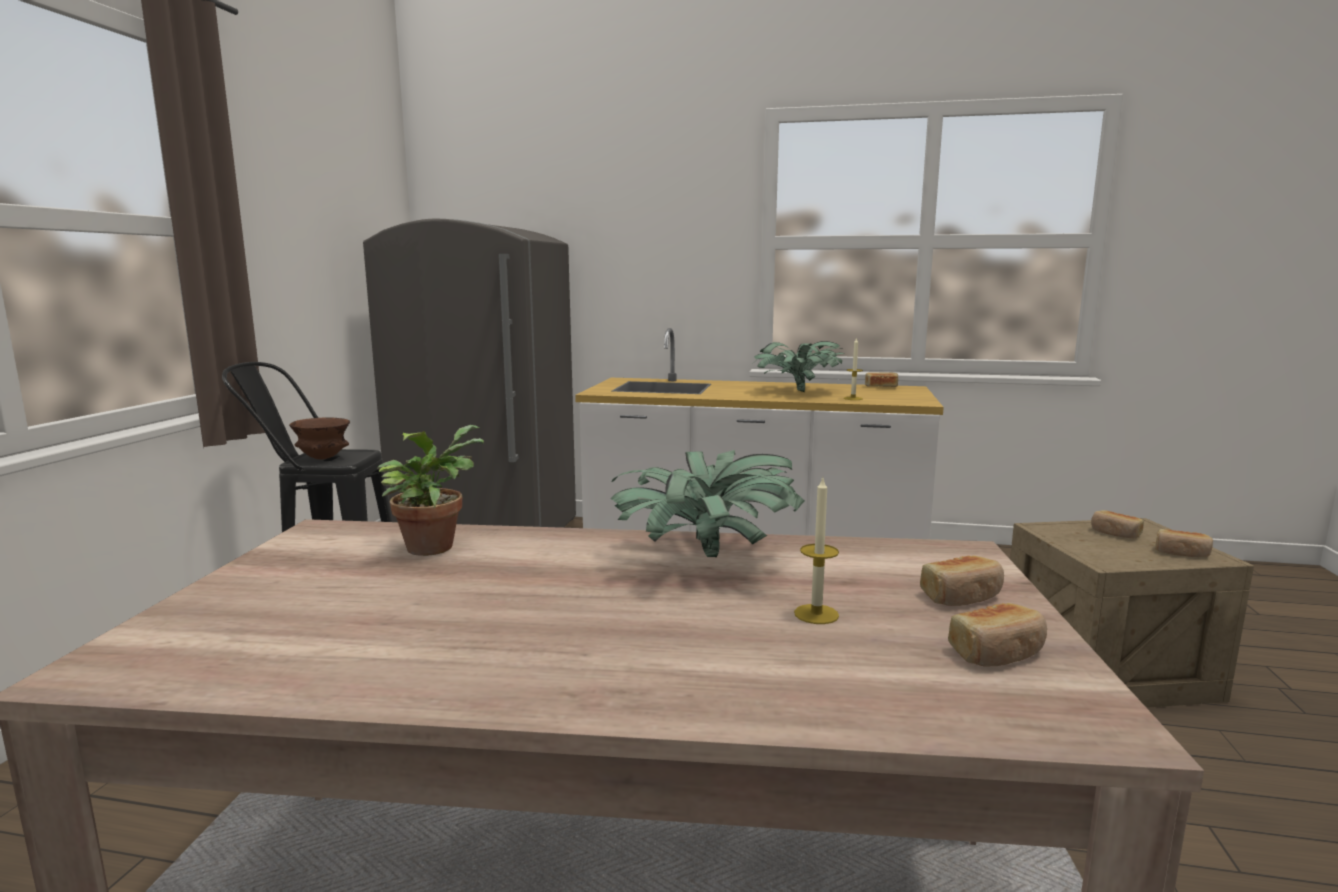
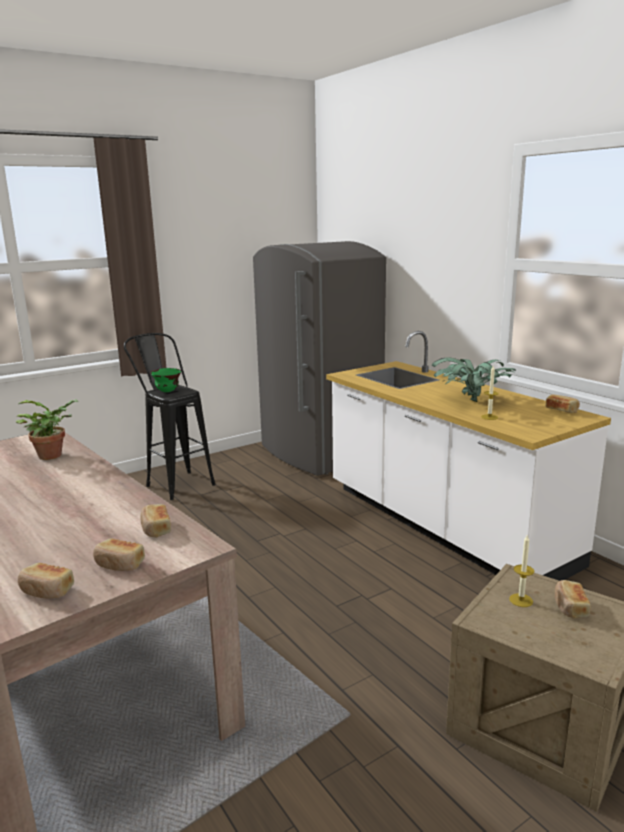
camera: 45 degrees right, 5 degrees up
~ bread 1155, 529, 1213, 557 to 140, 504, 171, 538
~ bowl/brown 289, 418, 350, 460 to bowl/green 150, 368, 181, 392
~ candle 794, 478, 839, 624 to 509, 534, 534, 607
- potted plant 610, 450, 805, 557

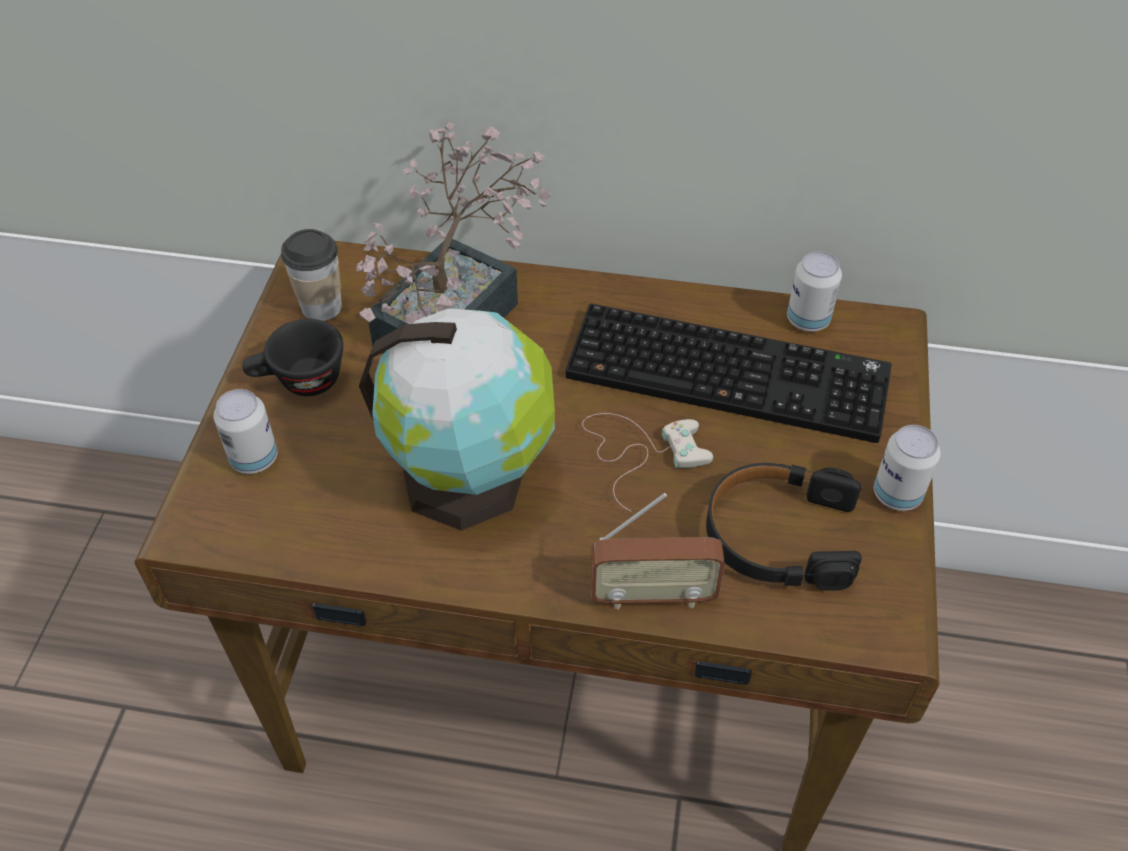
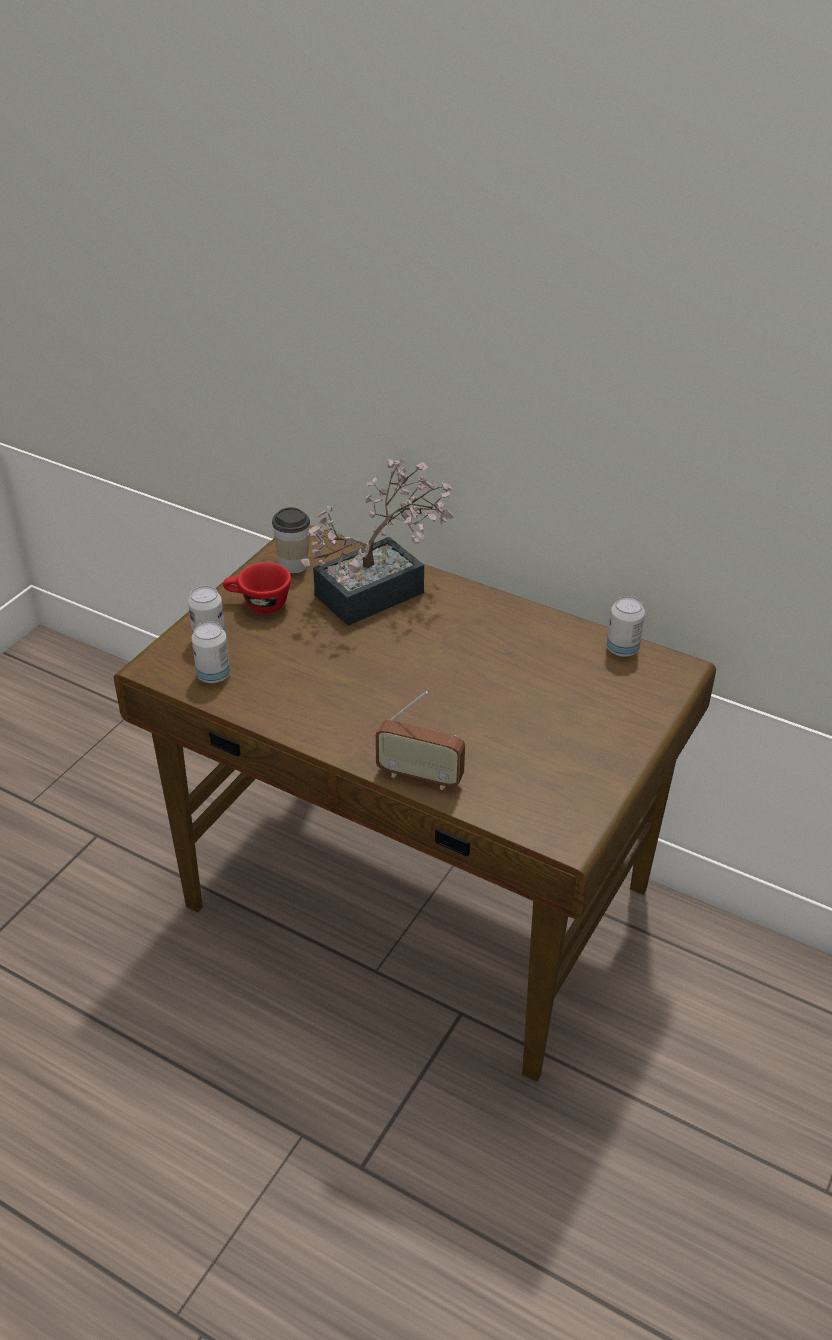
camera: 20 degrees right, 10 degrees down
~ can 874, 425, 941, 511 to 192, 621, 230, 683
~ cup/black 243, 319, 343, 396 to cup/red 223, 562, 291, 613
- globe 359, 308, 555, 531
- keyboard 566, 304, 892, 443
- game controller/white 582, 413, 713, 511
- headphones/black 706, 463, 862, 591

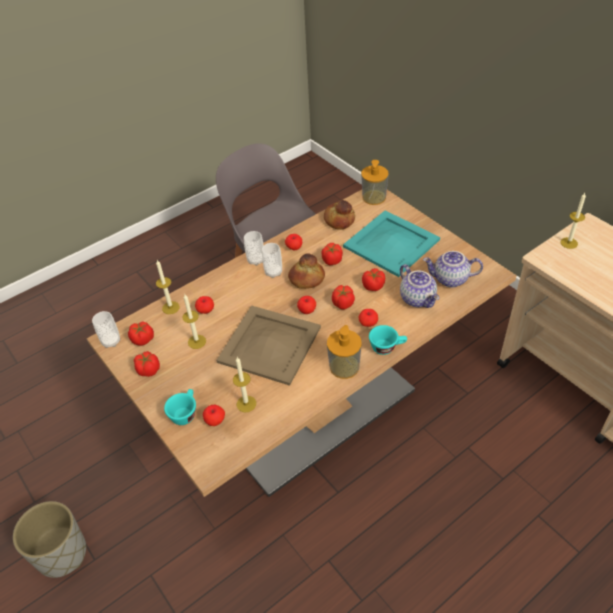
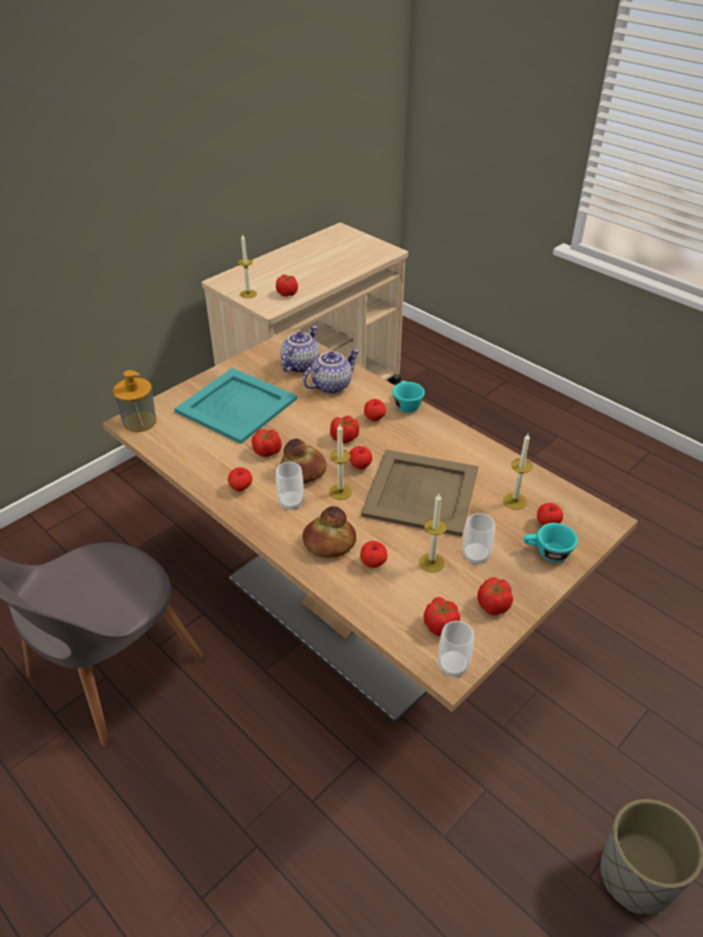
camera: 100 degrees left, 5 degrees down
~ tomato 362, 268, 385, 291 to 276, 275, 298, 297
~ teapot 423, 251, 483, 287 = 280, 326, 320, 373 150 degrees counterclockwise
~ bread 324, 200, 355, 230 to 302, 506, 356, 558
~ candle 156, 260, 180, 314 to 329, 424, 352, 500
~ cup 244, 231, 264, 266 to 463, 513, 495, 565
- soap dispenser 327, 325, 362, 379

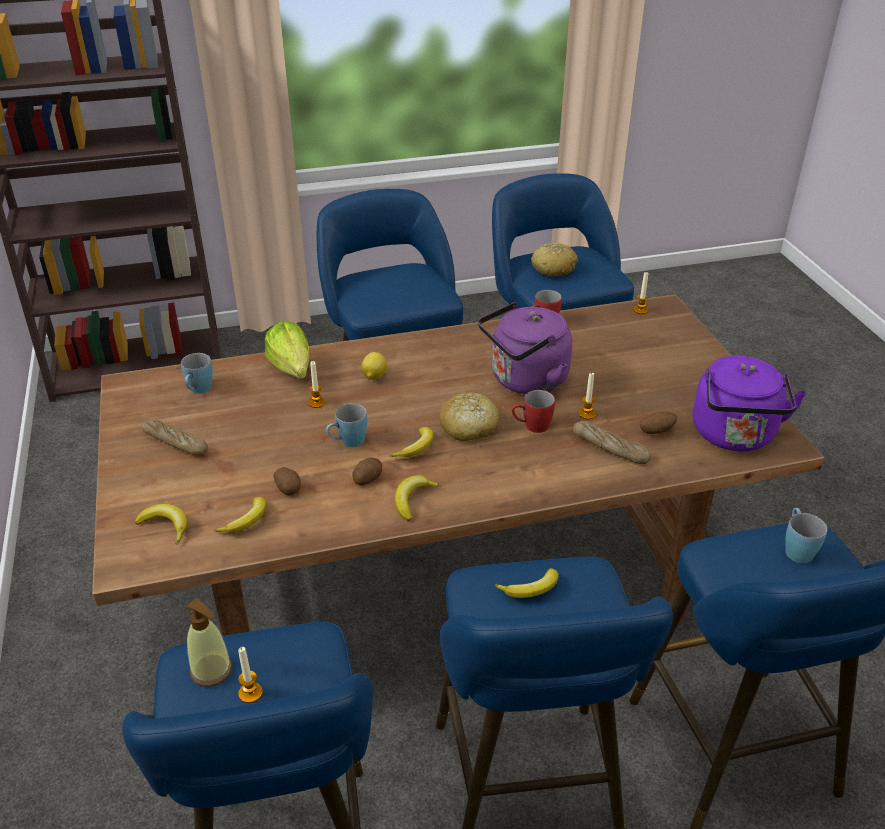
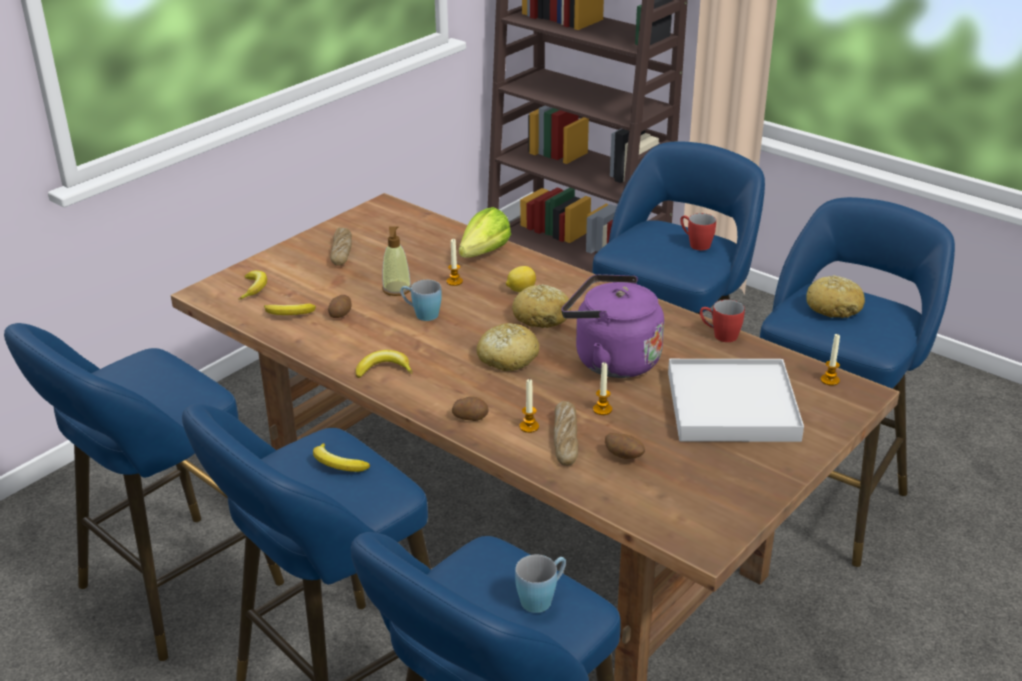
camera: 55 degrees right, 5 degrees down
~ soap dispenser 185, 598, 232, 687 to 382, 226, 411, 296
~ potato 352, 457, 382, 485 to 452, 396, 489, 421
+ bread 512, 284, 571, 328
~ candle 238, 647, 263, 703 to 519, 379, 539, 433
+ tray/white 668, 359, 804, 442
~ mug/red 512, 390, 555, 433 to 680, 213, 716, 250
- mug/blue 181, 353, 213, 394
- banana 389, 427, 434, 457
- kettle/purple 693, 356, 806, 451

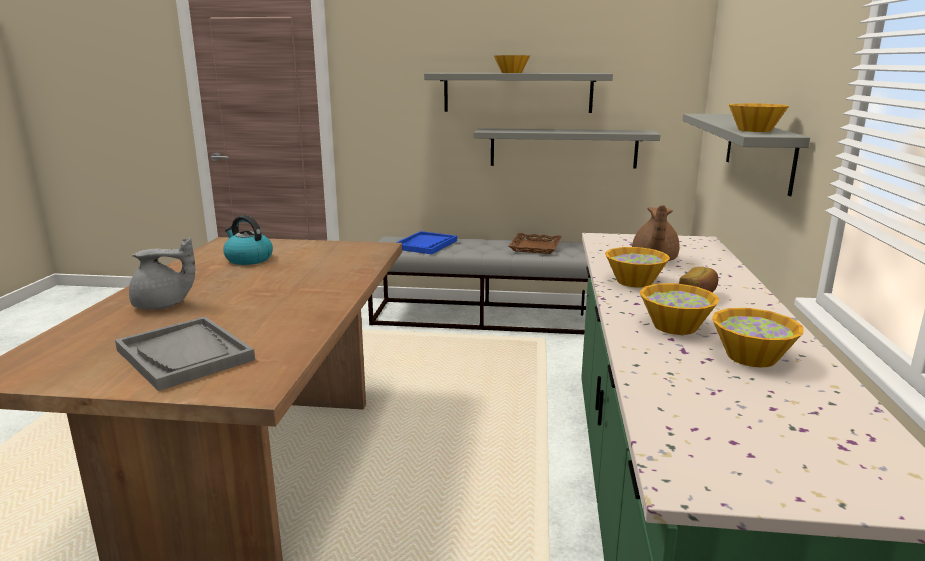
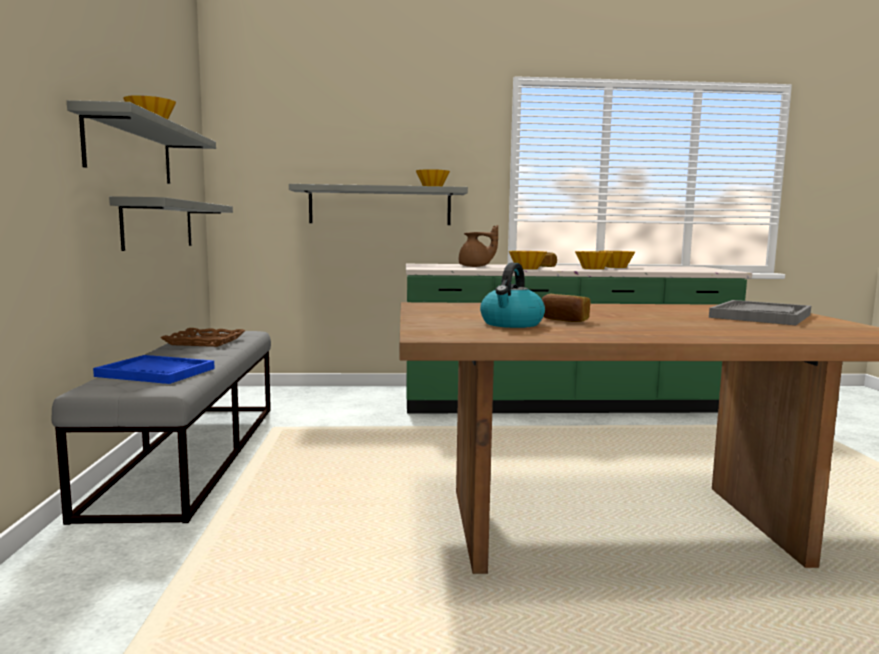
camera: 100 degrees left, 10 degrees down
+ bread 542, 294, 591, 322
- teapot/grey 129, 237, 195, 310

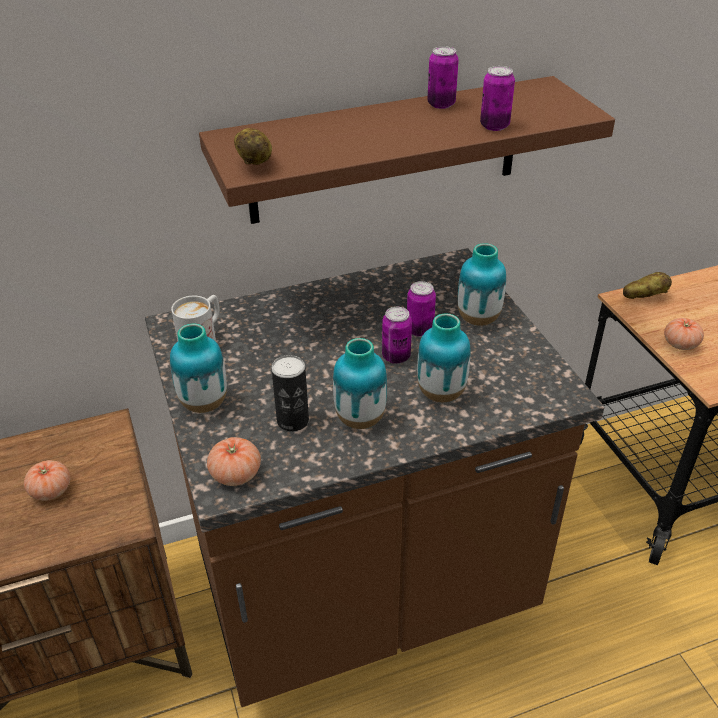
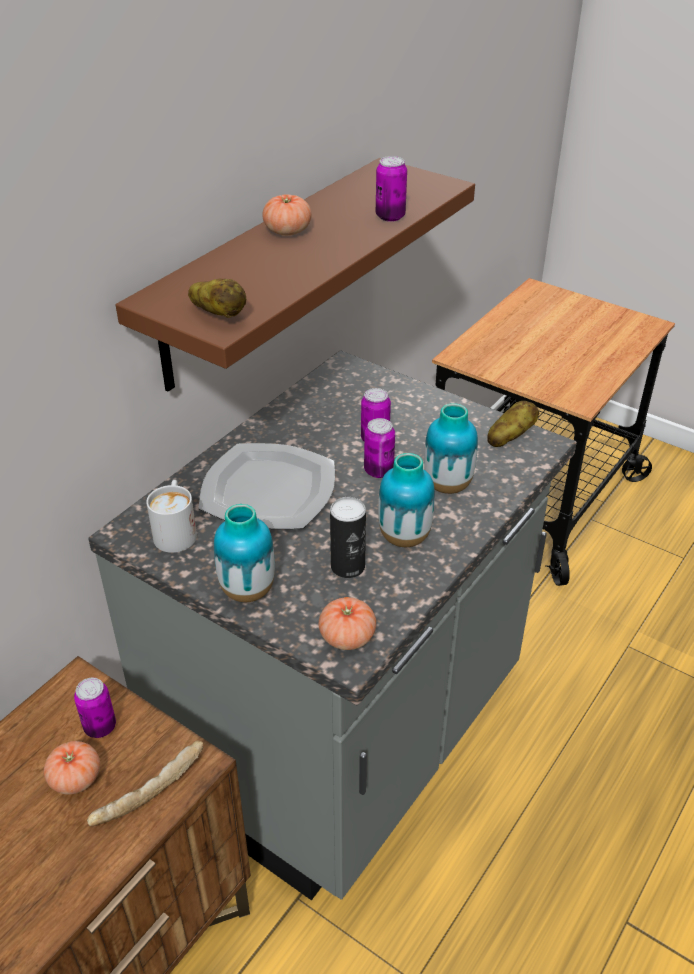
camera: 35 degrees left, 0 degrees up
~ can 427, 46, 459, 109 to 74, 678, 116, 738
+ bread 87, 740, 203, 826
~ counter/brown 145, 248, 605, 707 to counter/grey 88, 350, 577, 901
+ plate 199, 443, 335, 529
~ tomato 664, 318, 704, 350 to 262, 194, 312, 235
~ potato 623, 272, 672, 299 to 488, 401, 539, 447
- vase 458, 243, 506, 326

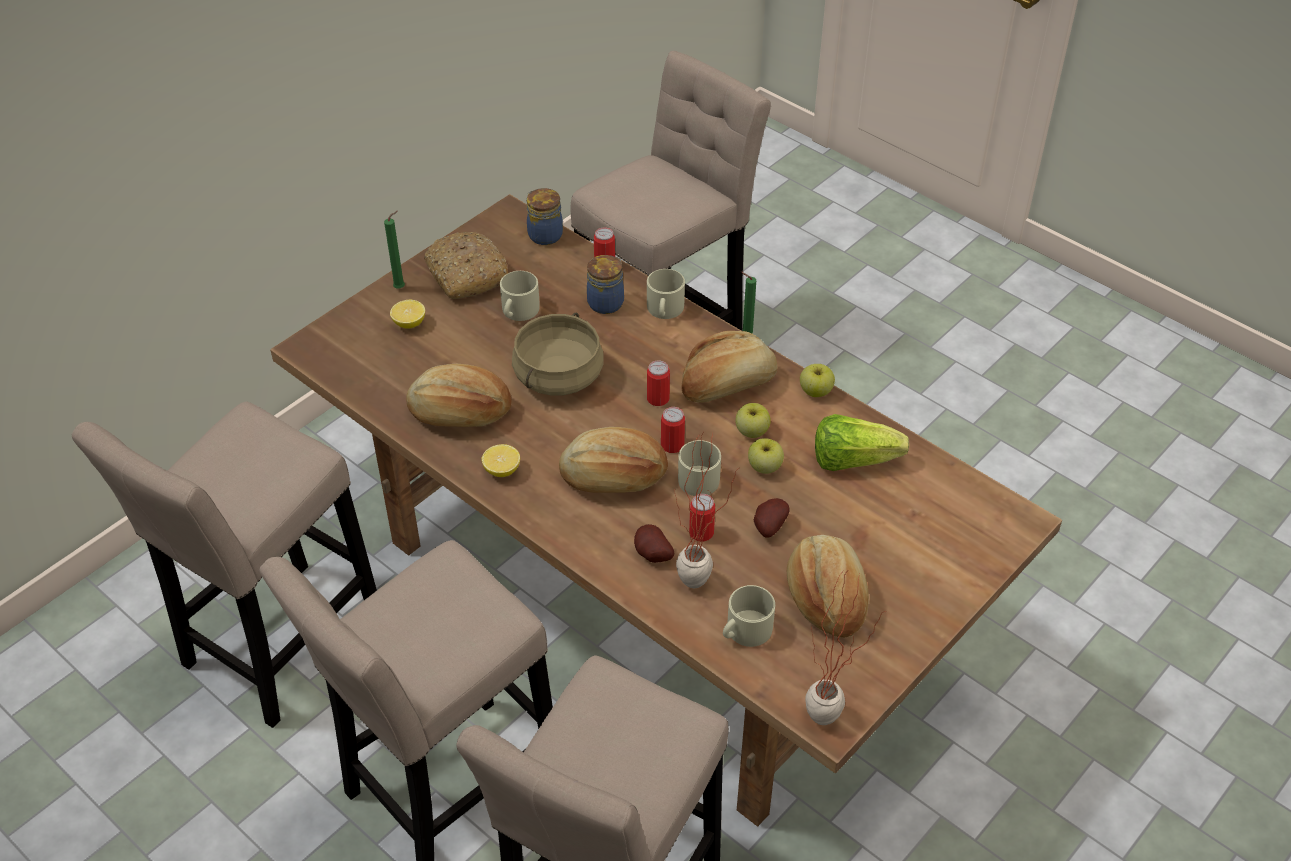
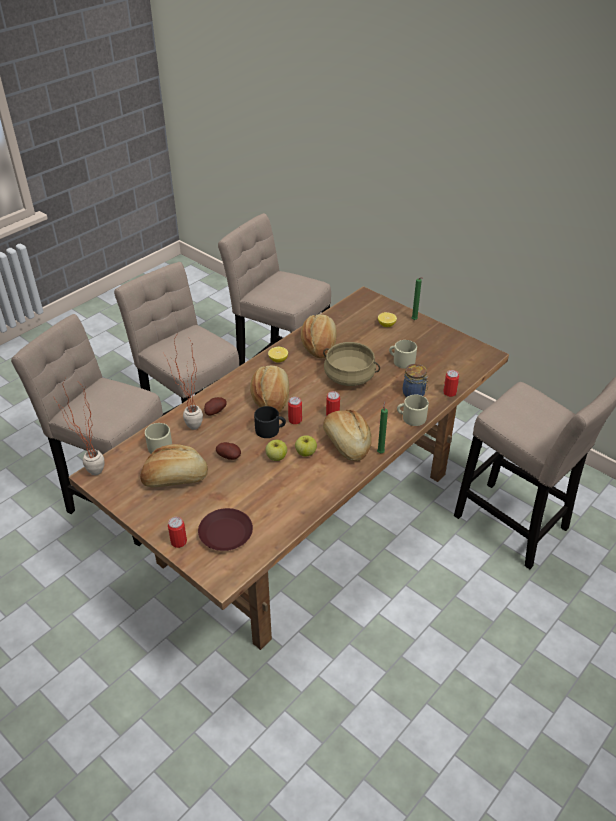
camera: 90 degrees right, 5 degrees down
~ can 689, 494, 715, 541 to 168, 517, 187, 548
+ plate/brown 198, 508, 253, 551
~ mug/beige 678, 440, 721, 496 to mug/black 254, 406, 286, 438
- bread 424, 232, 508, 299
- jar 527, 188, 563, 245
- apple 800, 364, 835, 397
- lettuce 815, 414, 909, 471

